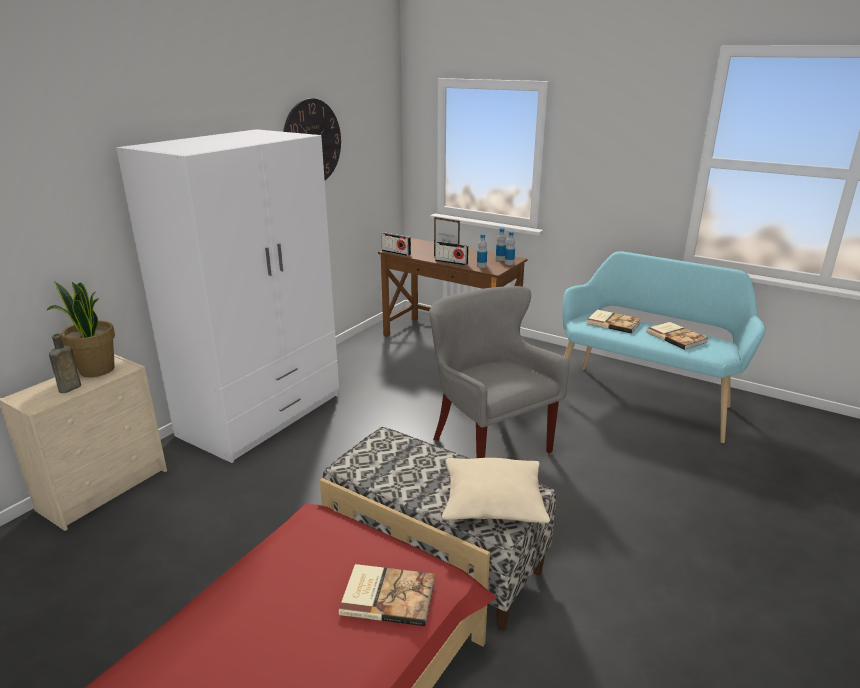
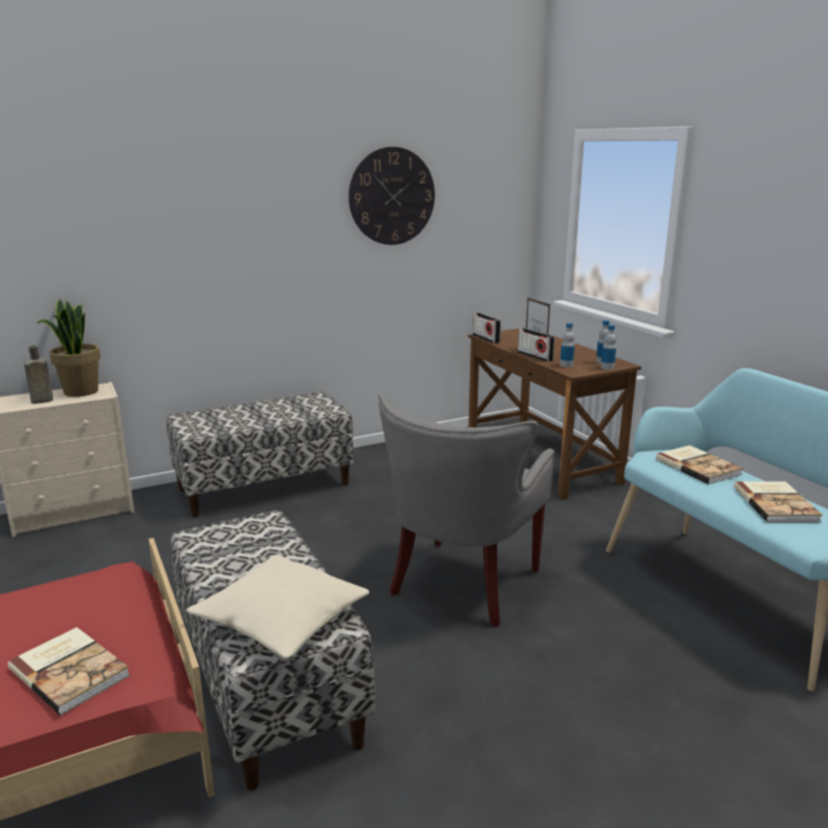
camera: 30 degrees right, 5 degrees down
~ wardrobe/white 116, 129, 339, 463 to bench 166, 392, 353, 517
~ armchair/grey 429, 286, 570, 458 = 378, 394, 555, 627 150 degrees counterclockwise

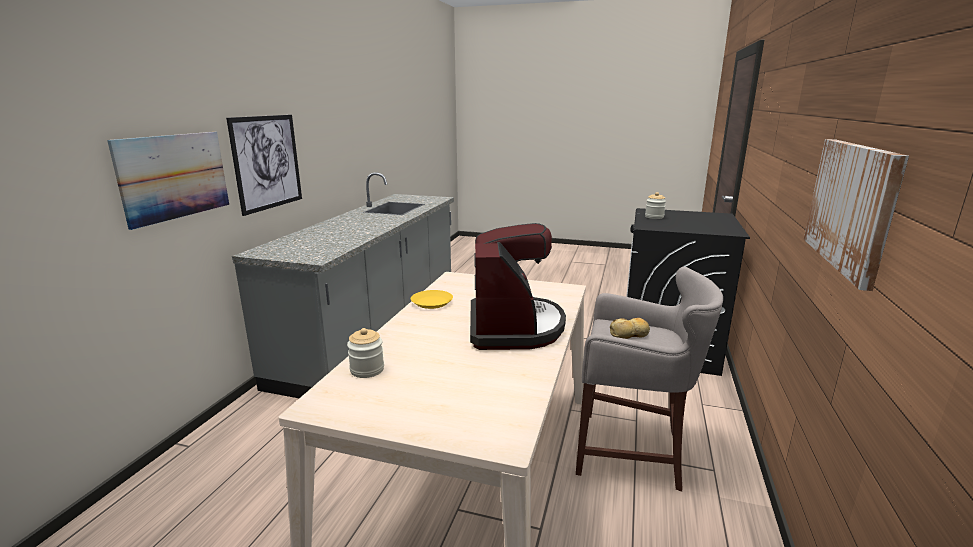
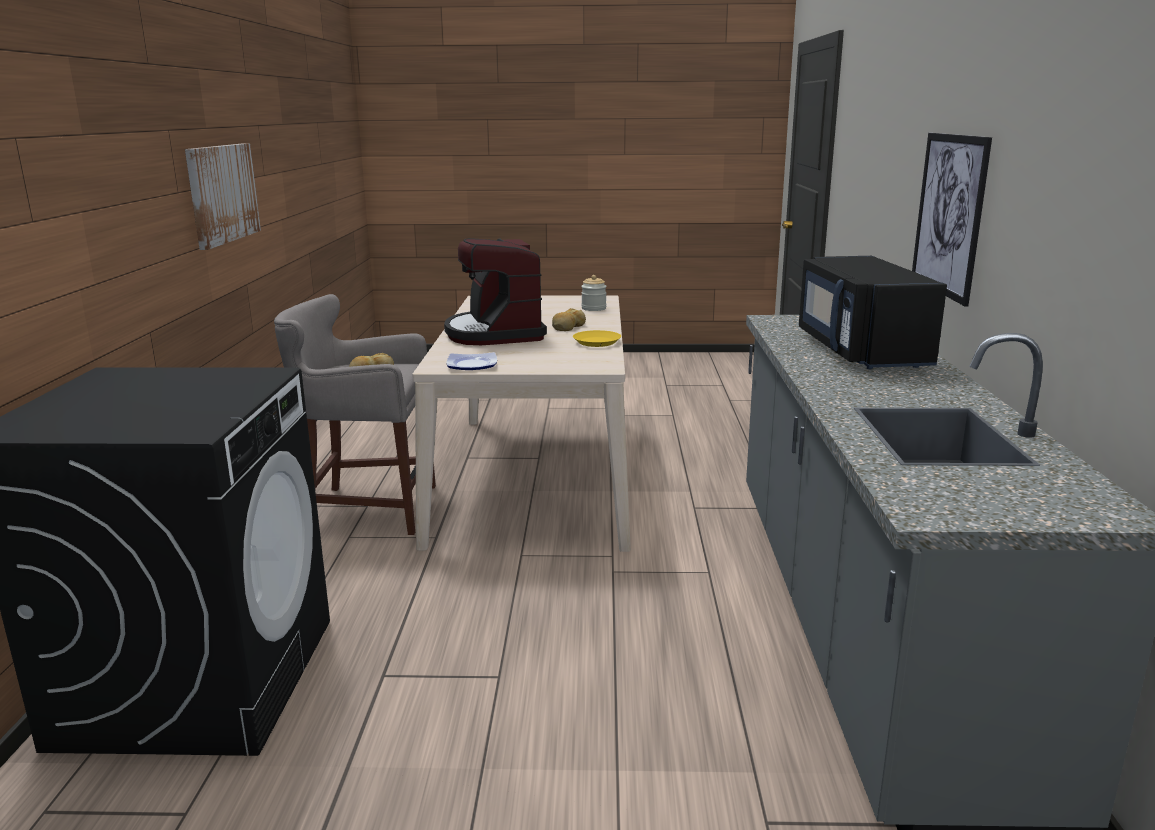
camera: 165 degrees right, 0 degrees up
+ plate 446, 352, 497, 370
+ bread 552, 308, 586, 331
+ microwave/black 799, 256, 947, 369
- picture 107, 132, 229, 230
- jar 645, 192, 666, 219

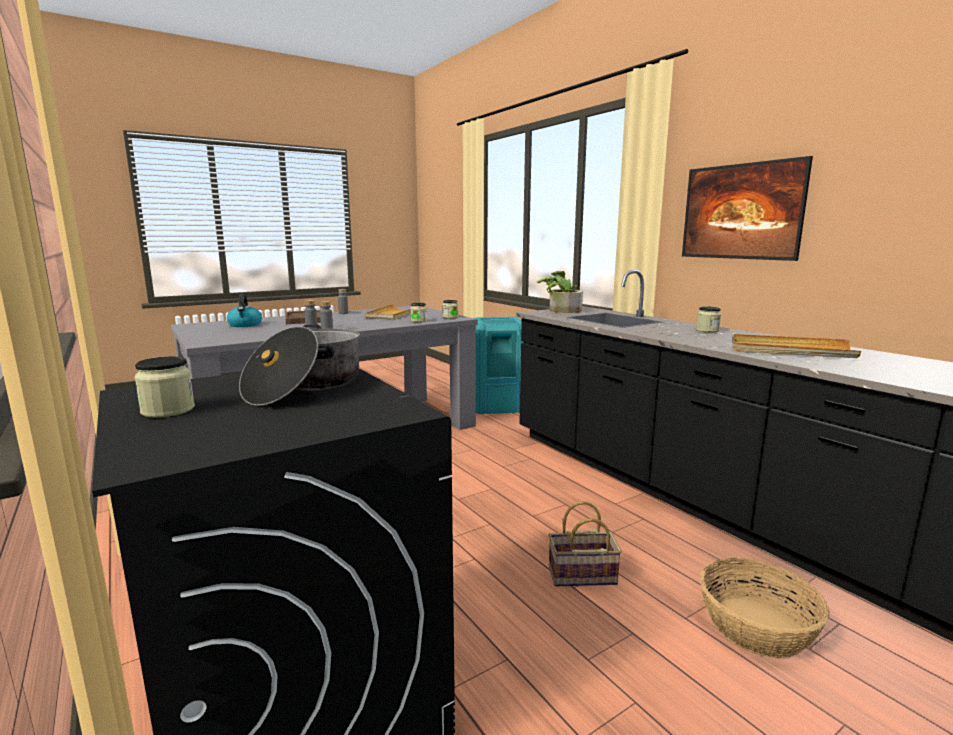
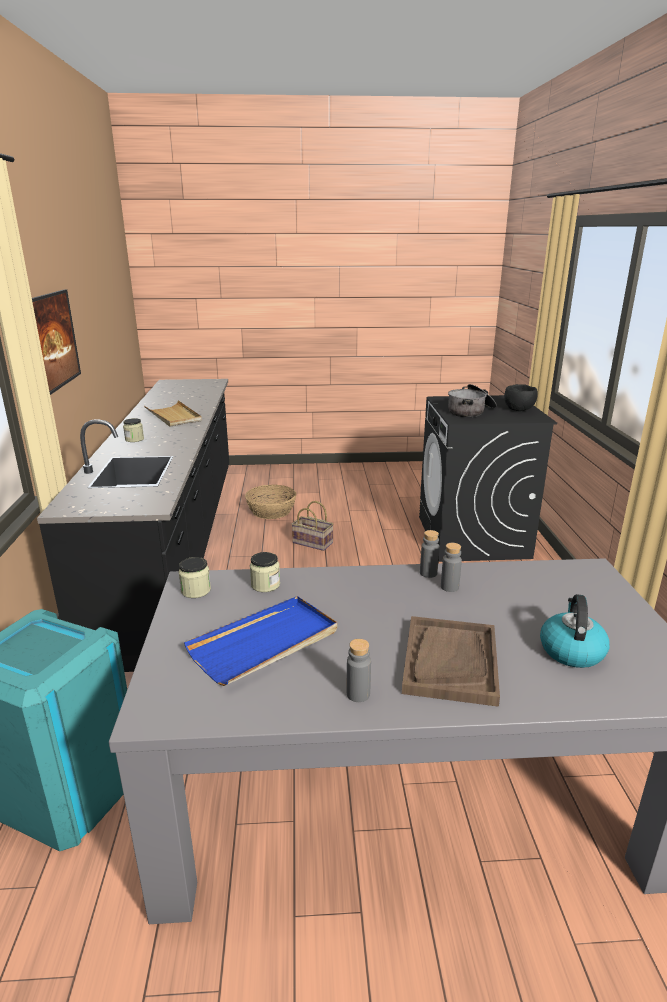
camera: 150 degrees left, 10 degrees up
~ tray/beige 365, 304, 410, 320 to tray/blue 184, 596, 337, 686
~ jar 135, 356, 195, 418 to bowl/black 504, 384, 538, 411
- potted plant 537, 271, 583, 313

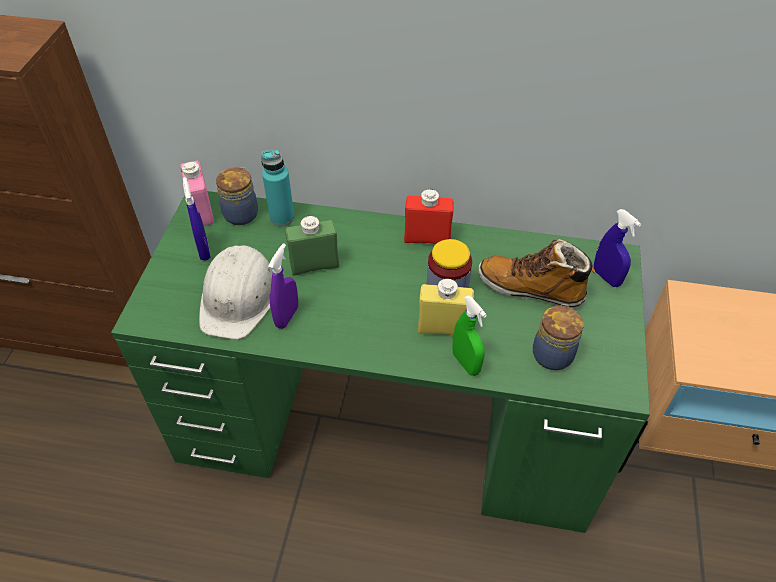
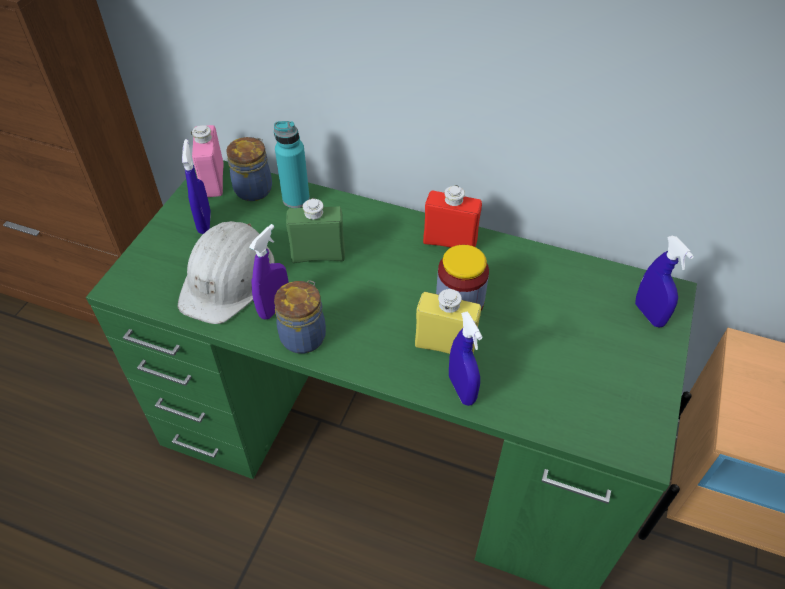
camera: 10 degrees right, 0 degrees up
~ jar 533, 304, 584, 370 to 274, 280, 326, 354
~ spray bottle/green 452, 295, 487, 376 to spray bottle/blue 449, 312, 482, 406
- boot 478, 238, 596, 308

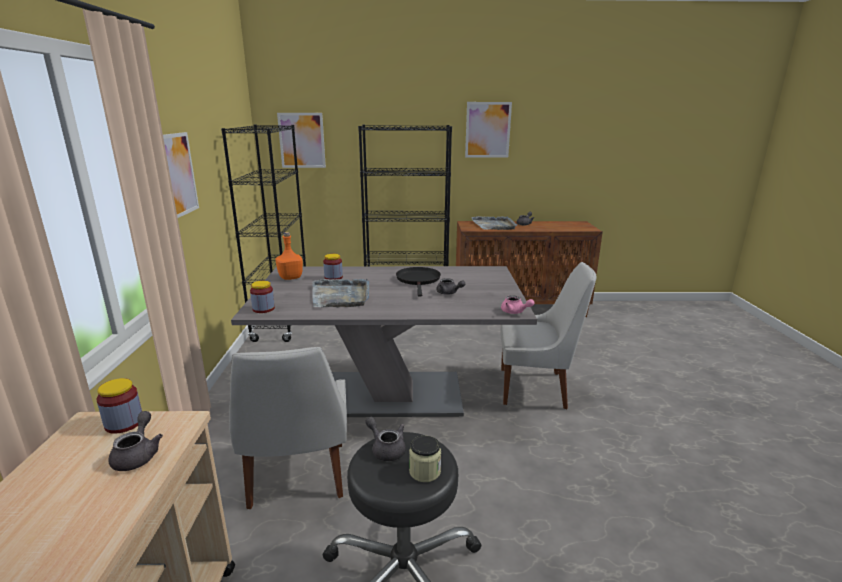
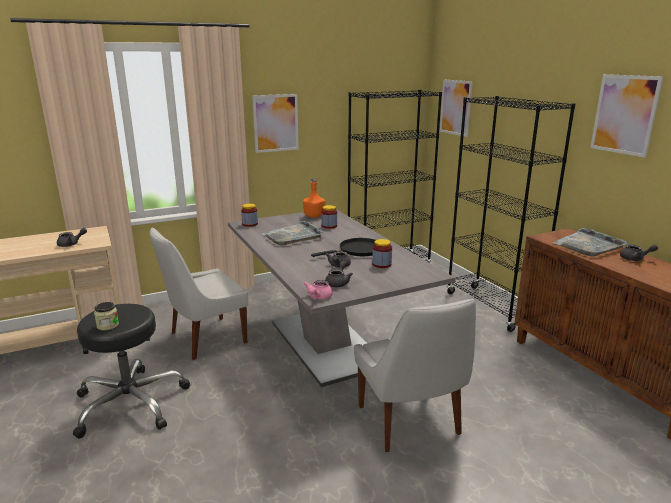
camera: 65 degrees right, 0 degrees up
~ teapot/grey 366, 417, 406, 461 to 325, 261, 353, 287
~ jar 96, 378, 142, 434 to 372, 239, 392, 268

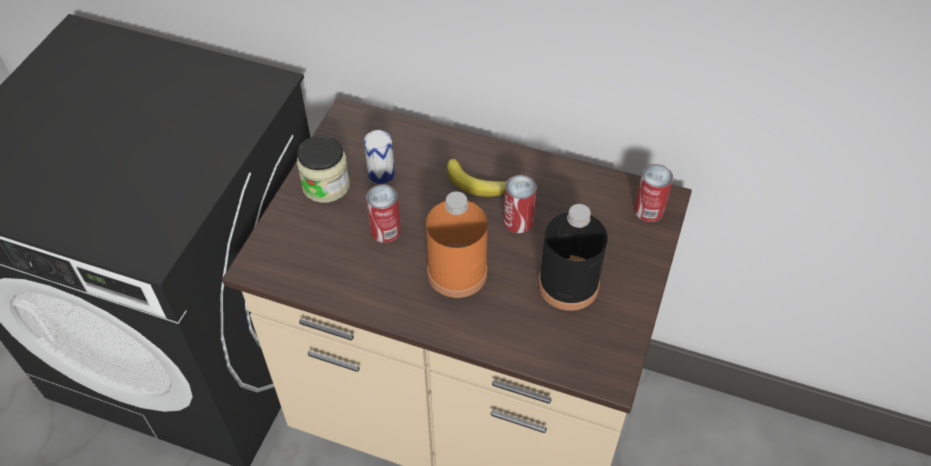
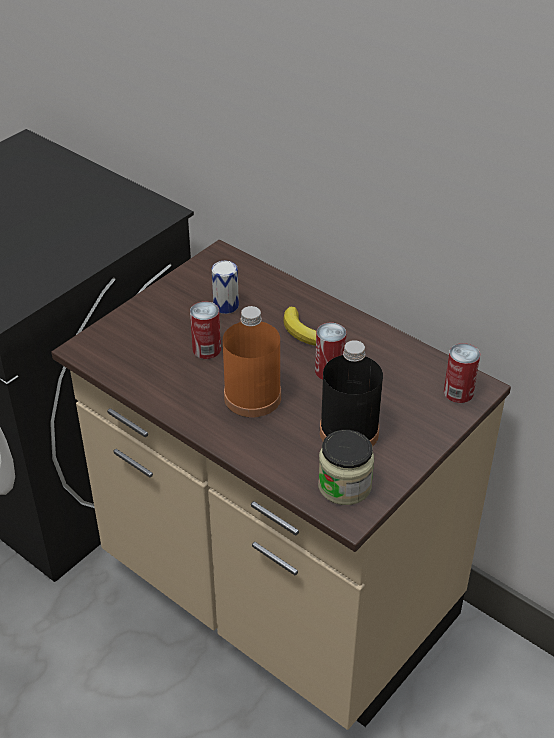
camera: 20 degrees right, 10 degrees down
~ jar 297, 135, 350, 203 to 318, 430, 374, 505

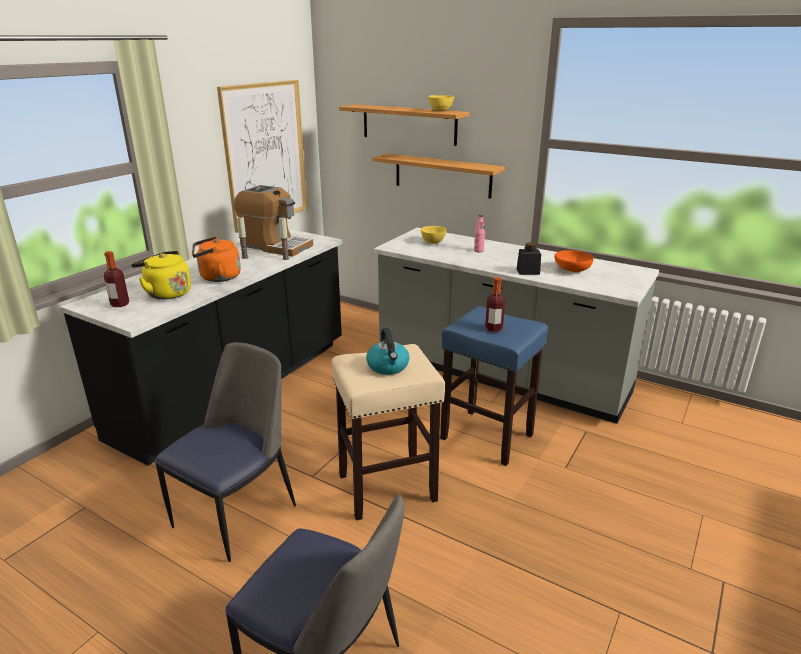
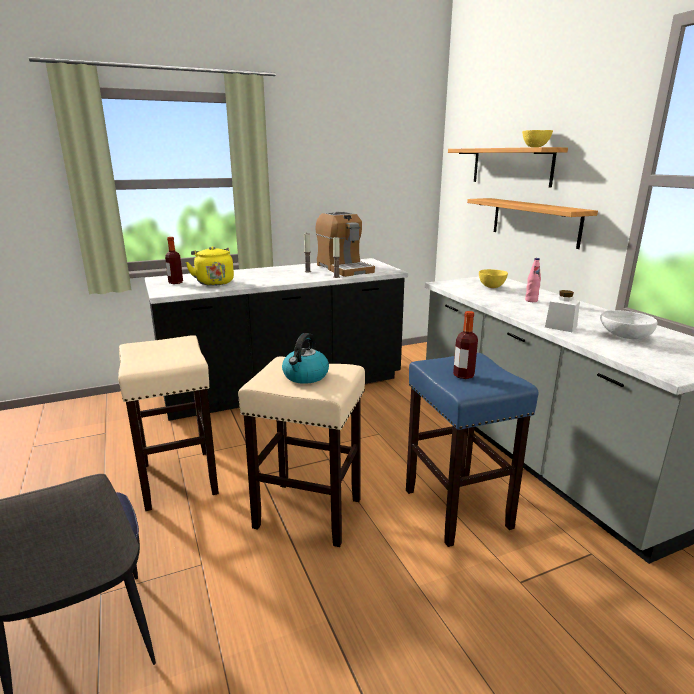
camera: 35 degrees right, 5 degrees down
~ chair 155, 342, 296, 562 to stool/beige 118, 335, 219, 511
~ jar/black 517, 242, 541, 275 to jar/white 545, 290, 580, 332
~ bowl/orange 554, 250, 593, 272 to bowl/white 600, 310, 657, 339
- kettle/orange 192, 236, 241, 282
- picture 217, 80, 307, 233

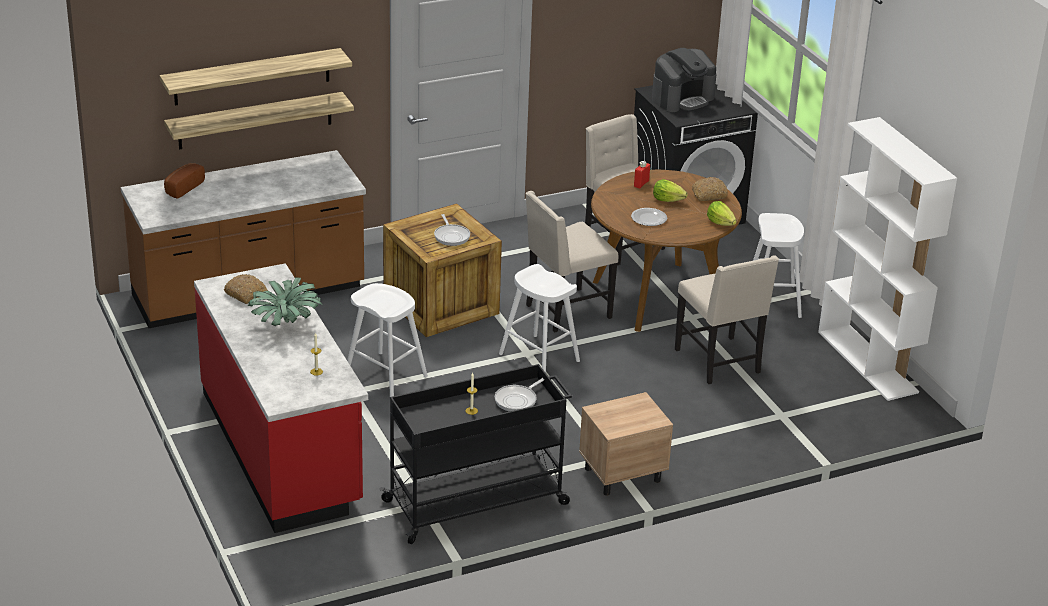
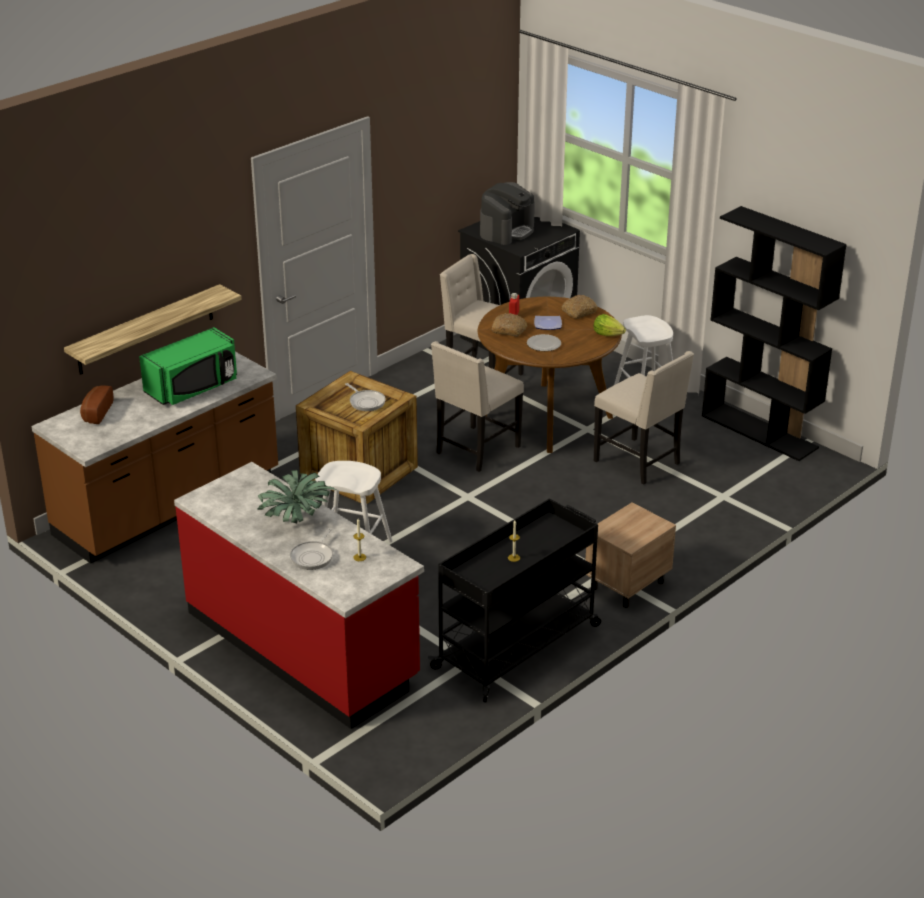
camera: 20 degrees left, 0 degrees up
+ microwave/green 139, 327, 237, 405
~ frying pan 495, 378, 544, 412 to 290, 528, 333, 570
~ bread 224, 274, 268, 304 to 492, 313, 527, 337
~ lettuce 653, 179, 688, 202 to plate 534, 316, 562, 330
~ bookcase/white 818, 117, 957, 401 to bookcase/black 702, 206, 847, 461
- shelf 160, 48, 352, 106
- stool/white 499, 264, 580, 373

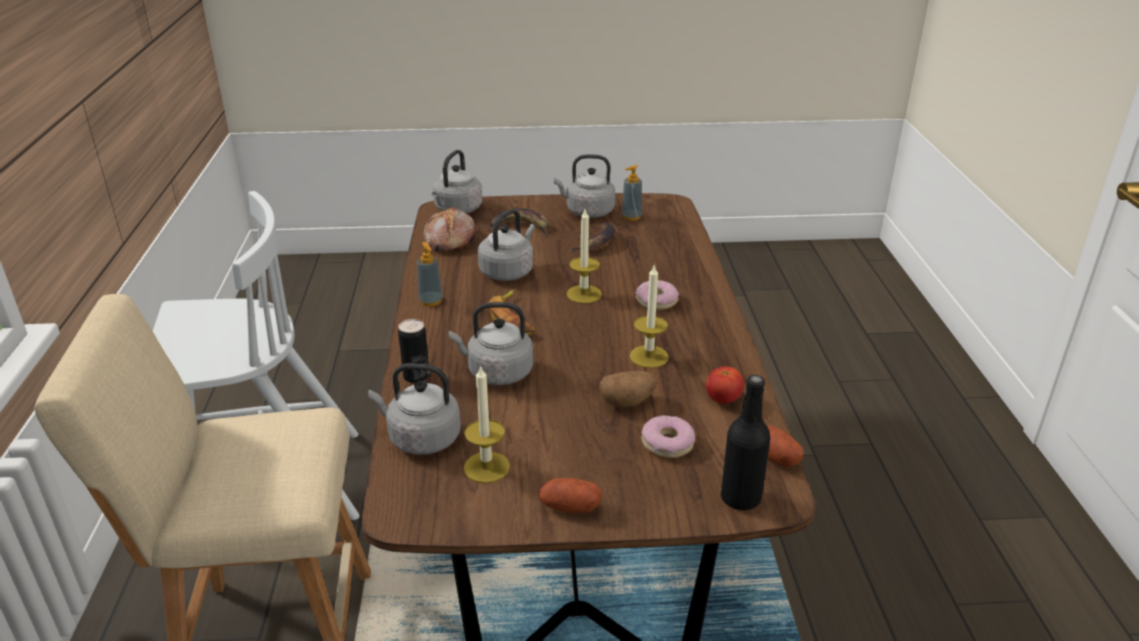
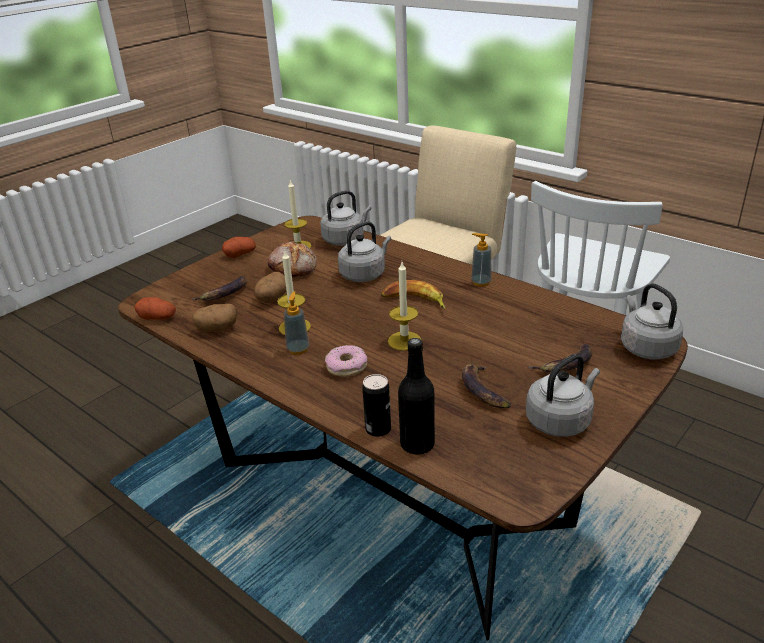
camera: 135 degrees right, 0 degrees up
~ tomato 706, 367, 744, 404 to potato 192, 304, 238, 332
~ donut 641, 415, 695, 458 to banana 193, 276, 247, 301
~ bread 423, 206, 476, 251 to 268, 242, 317, 277
~ soap dispenser 621, 165, 642, 221 to 284, 292, 309, 355
~ can 398, 319, 430, 383 to 362, 374, 391, 437
~ bottle/black 721, 375, 770, 511 to 398, 338, 435, 455
- kettle/grey 478, 209, 535, 281

